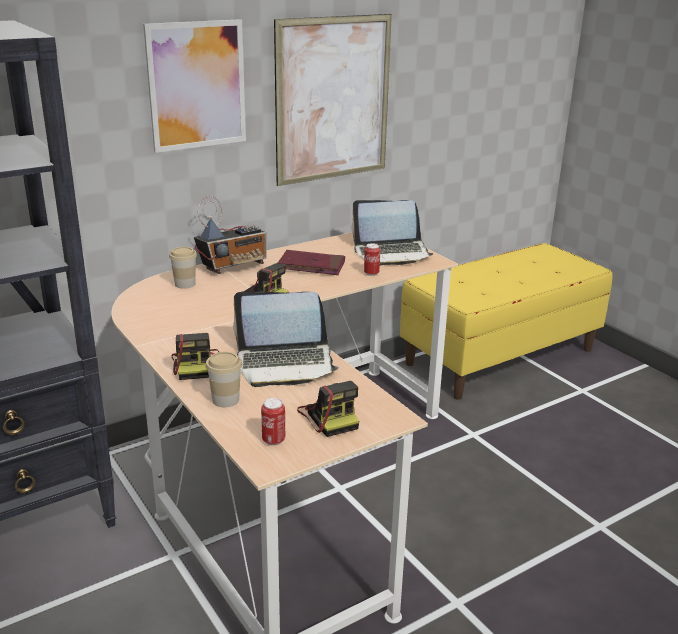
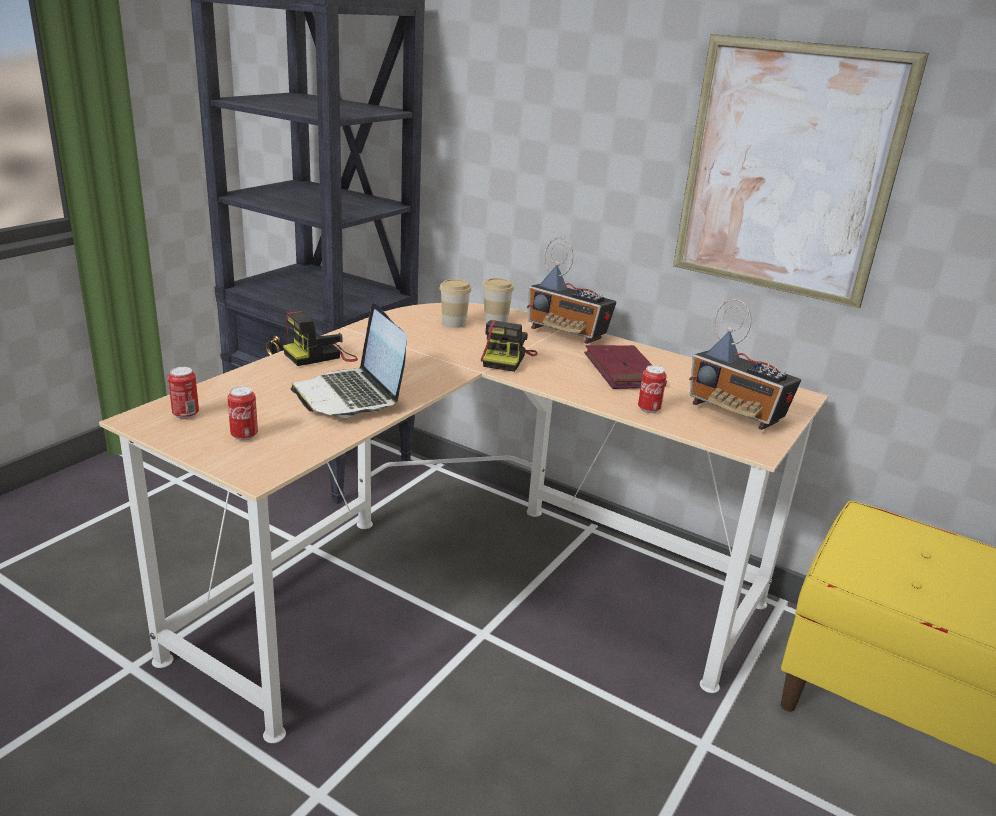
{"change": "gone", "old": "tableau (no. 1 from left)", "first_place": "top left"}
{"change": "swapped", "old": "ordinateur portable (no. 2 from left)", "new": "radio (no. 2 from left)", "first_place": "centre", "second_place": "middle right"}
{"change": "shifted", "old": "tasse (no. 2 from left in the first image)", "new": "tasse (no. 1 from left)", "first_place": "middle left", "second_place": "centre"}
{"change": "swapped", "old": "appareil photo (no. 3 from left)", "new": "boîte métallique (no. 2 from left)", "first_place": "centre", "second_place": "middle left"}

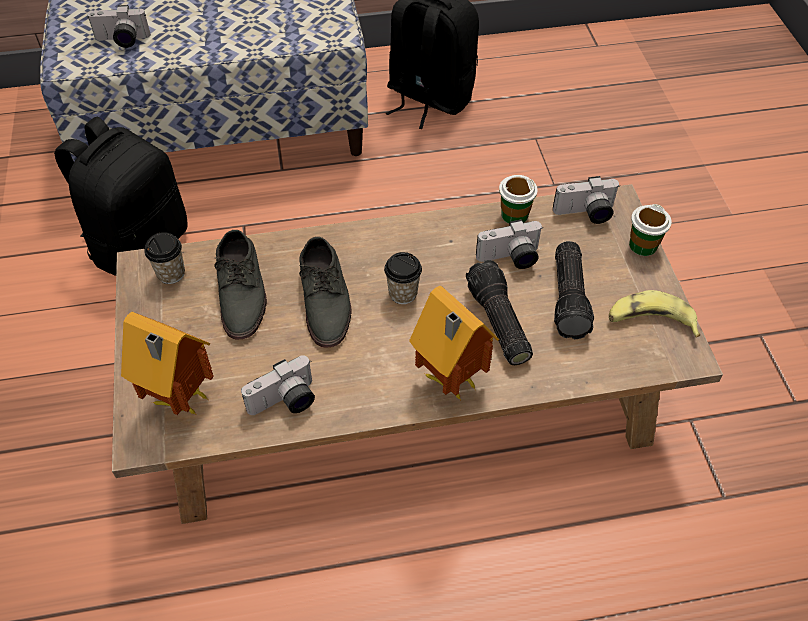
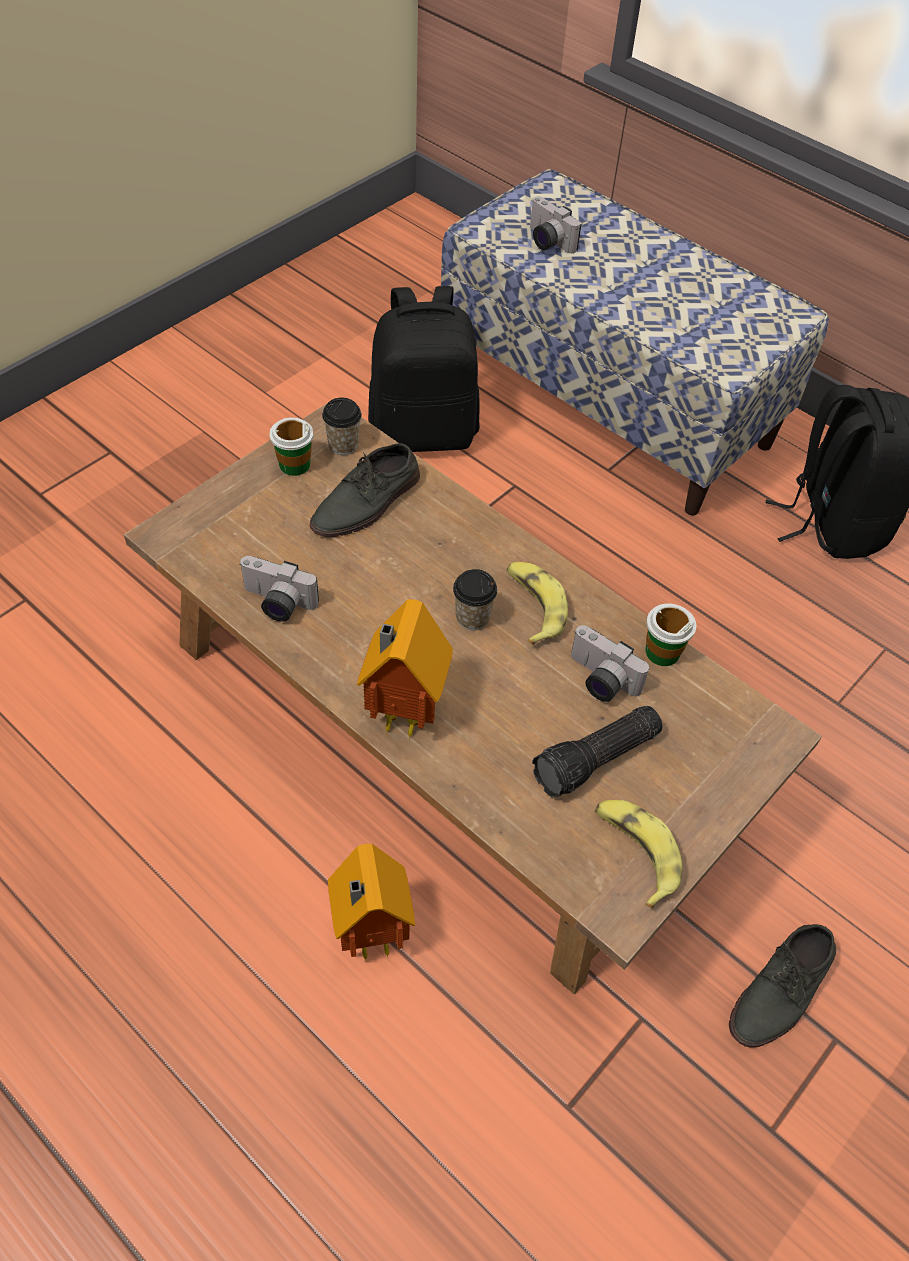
{"change": "gone", "old": "appareil photo (no. 4 from left)", "first_place": "top right"}
{"change": "shifted", "old": "tasse (no. 4 from left in the first image)", "new": "tasse (no. 1 from left)", "first_place": "middle right", "second_place": "middle left"}
{"change": "shifted", "old": "chaussure/gris (no. 2 from left)", "first_place": "centre", "second_place": "bottom right"}
{"change": "gone", "old": "lampe de poche (no. 1 from left)", "first_place": "centre"}
{"change": "shifted", "old": "maison miniature (no. 1 from left)", "first_place": "middle left", "second_place": "bottom centre"}
{"change": "new", "new": "banane (no. 1 from left)", "second_place": "centre"}

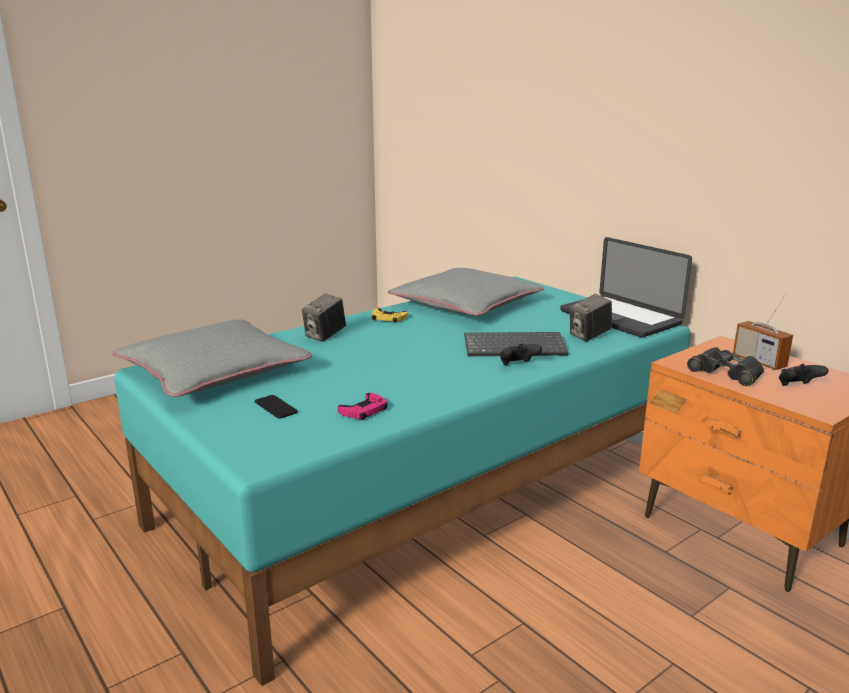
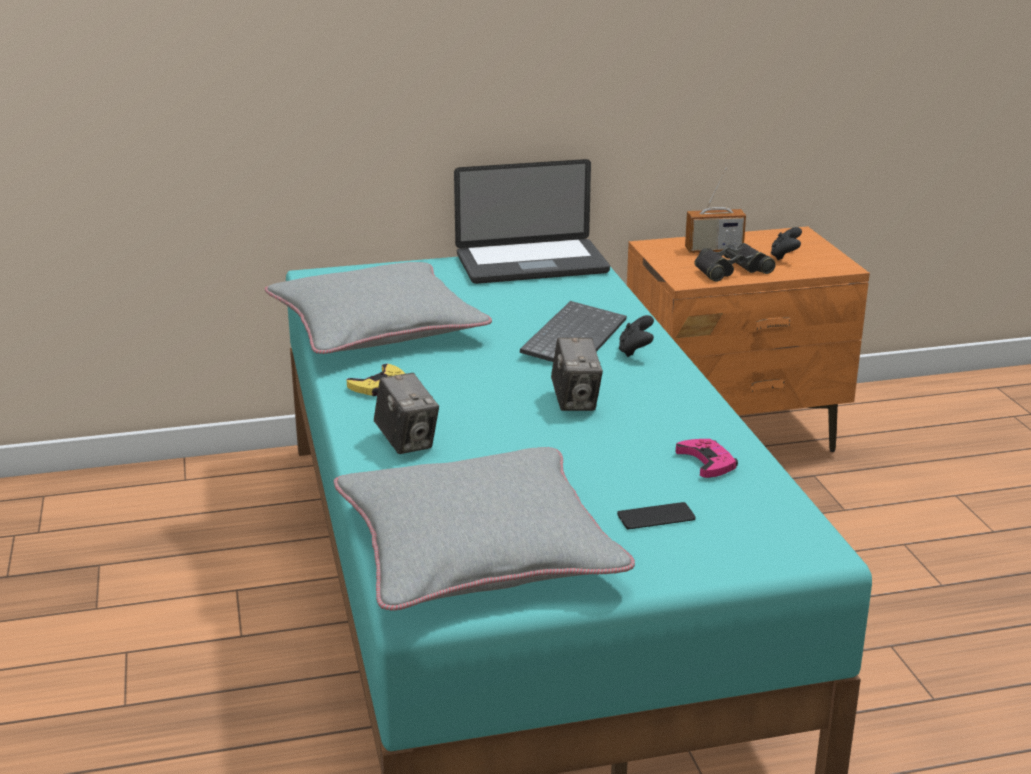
{"change": "shifted", "old": "appareil photo (no. 2 from left)", "first_place": "middle right", "second_place": "centre"}

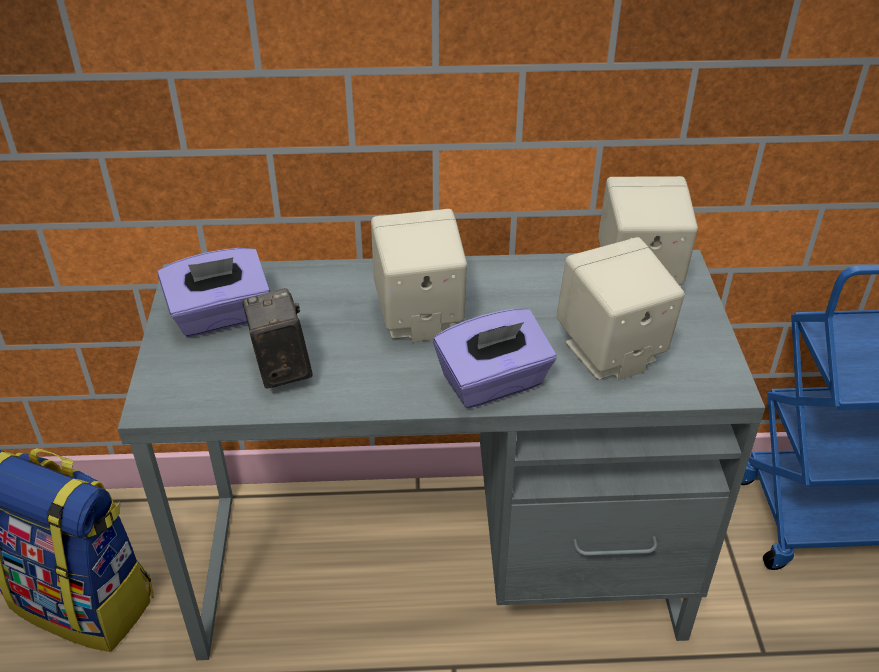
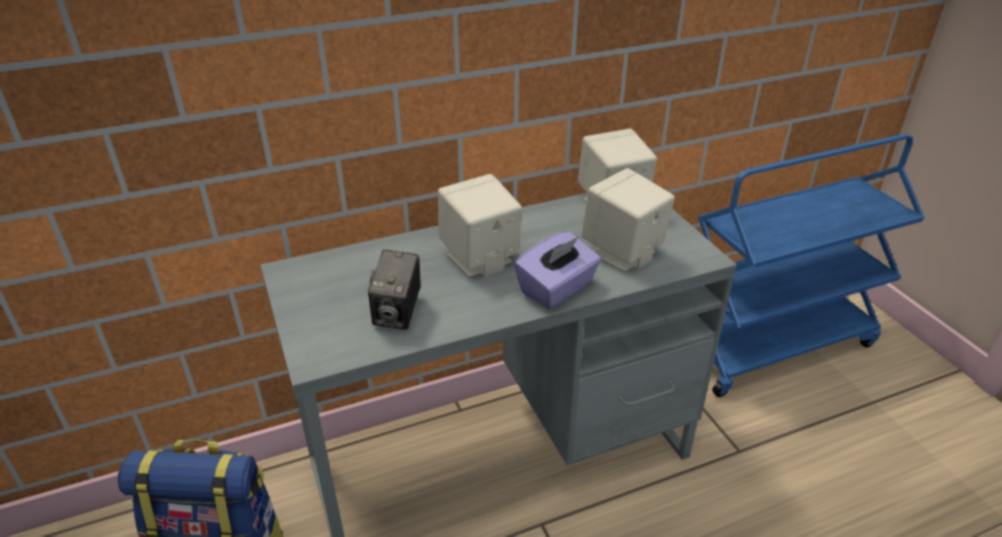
{"change": "gone", "old": "boîte à mouchoirs/violet (no. 1 from left)", "first_place": "middle left"}
{"change": "rotated", "old": "appareil photo", "first_place": "middle left", "second_place": "centre", "degrees": -135}

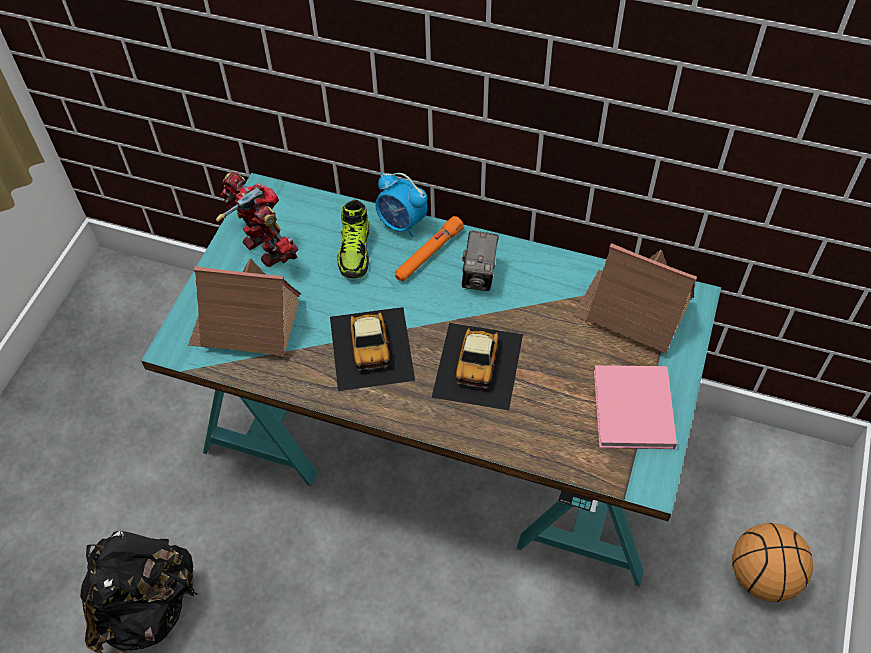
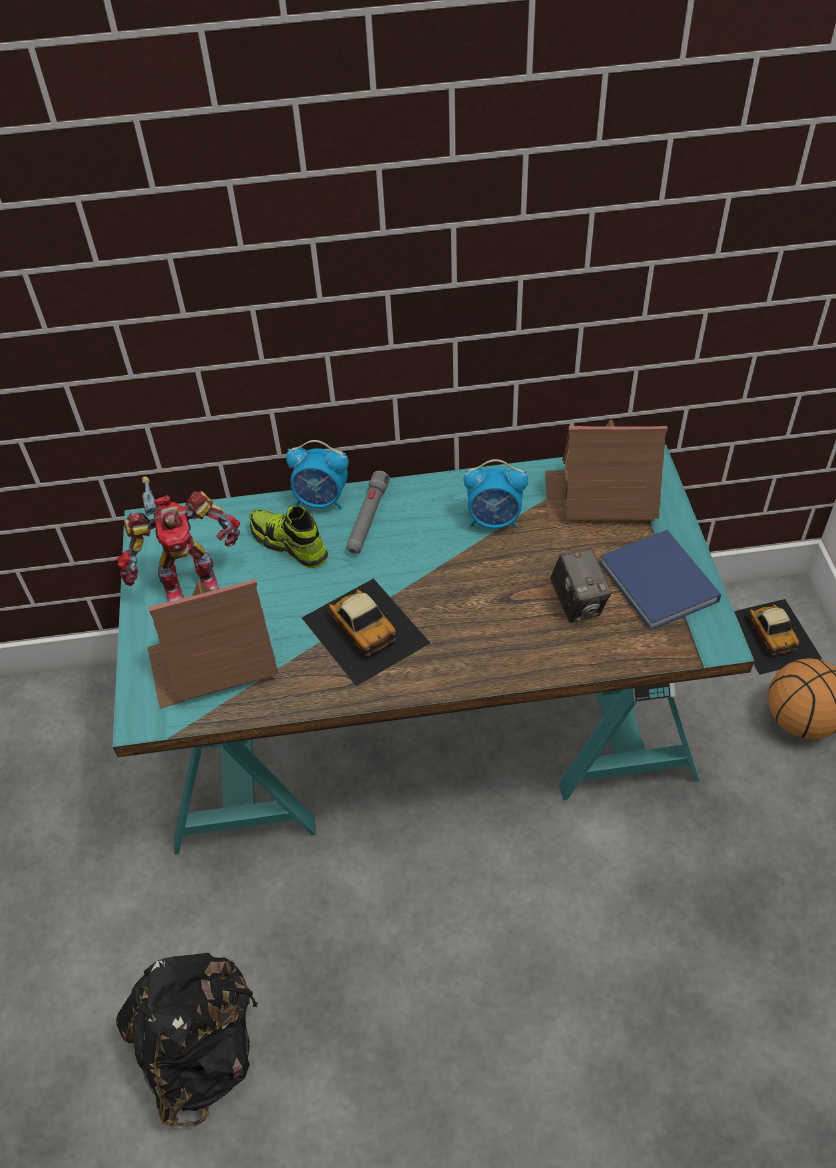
{"change": "rotated", "old": "robot jouet", "first_place": "middle left", "second_place": "middle left", "degrees": 135}
{"change": "rotated", "old": "chaussure", "first_place": "centre", "second_place": "centre", "degrees": 150}
{"change": "repainted", "old": "lampe de poche/orange", "new": "lampe de poche/gris", "first_place": "centre", "second_place": "centre"}
{"change": "shifted", "old": "appareil photo", "first_place": "centre", "second_place": "middle right"}
{"change": "shifted", "old": "petite voiture (no. 2 from left)", "first_place": "centre", "second_place": "middle right"}
{"change": "repainted", "old": "livre/rose", "new": "livre/bleu", "first_place": "middle right", "second_place": "middle right"}
{"change": "new", "new": "réveil (no. 2 from left)", "second_place": "centre"}

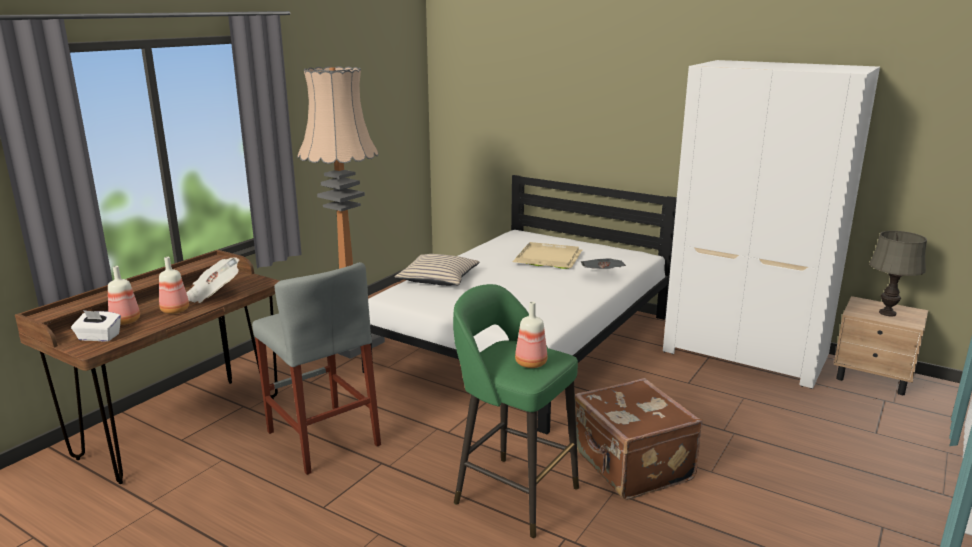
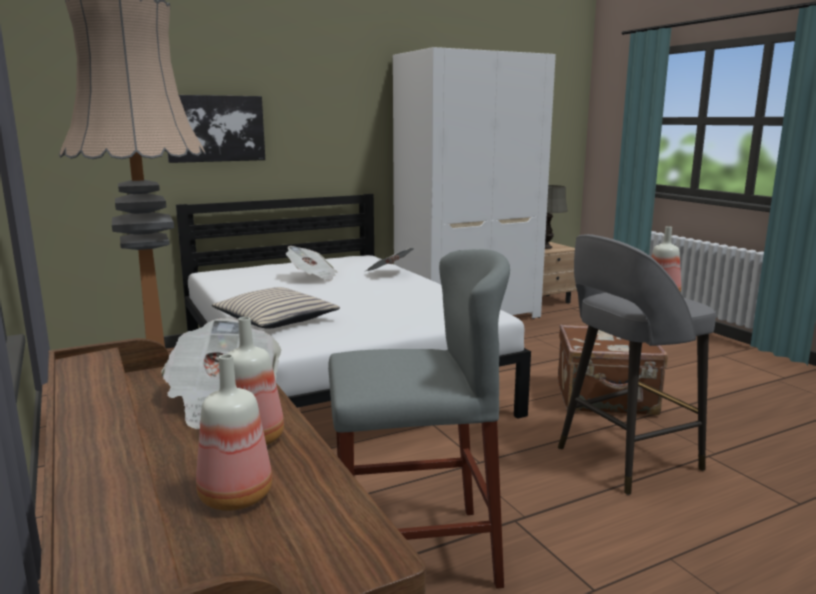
{"change": "swapped", "old": "plateau/beige", "new": "journal (no. 2 from left)", "first_place": "centre", "second_place": "centre"}
{"change": "repainted", "old": "tabouret/vert", "new": "tabouret/gris (no. 2 from left)", "first_place": "bottom centre", "second_place": "middle right"}
{"change": "gone", "old": "boîte à mouchoirs/blanc", "first_place": "middle left"}
{"change": "new", "new": "tableau", "second_place": "top left"}

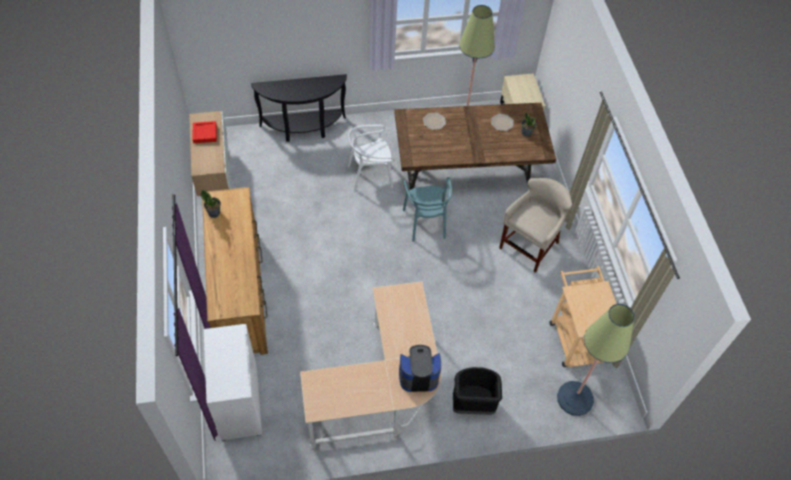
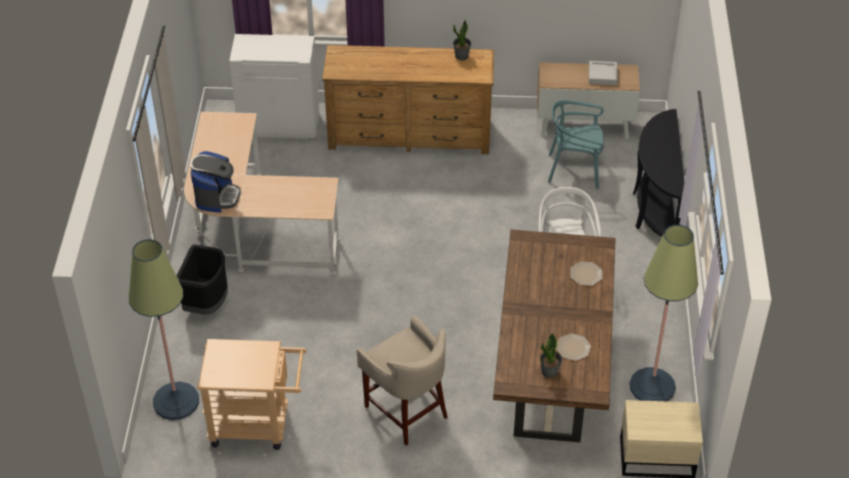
{"change": "repainted", "old": "plateau/rouge", "new": "plateau/gris", "first_place": "top left", "second_place": "top right"}
{"change": "shifted", "old": "chaise/turquoise", "first_place": "centre", "second_place": "top right"}

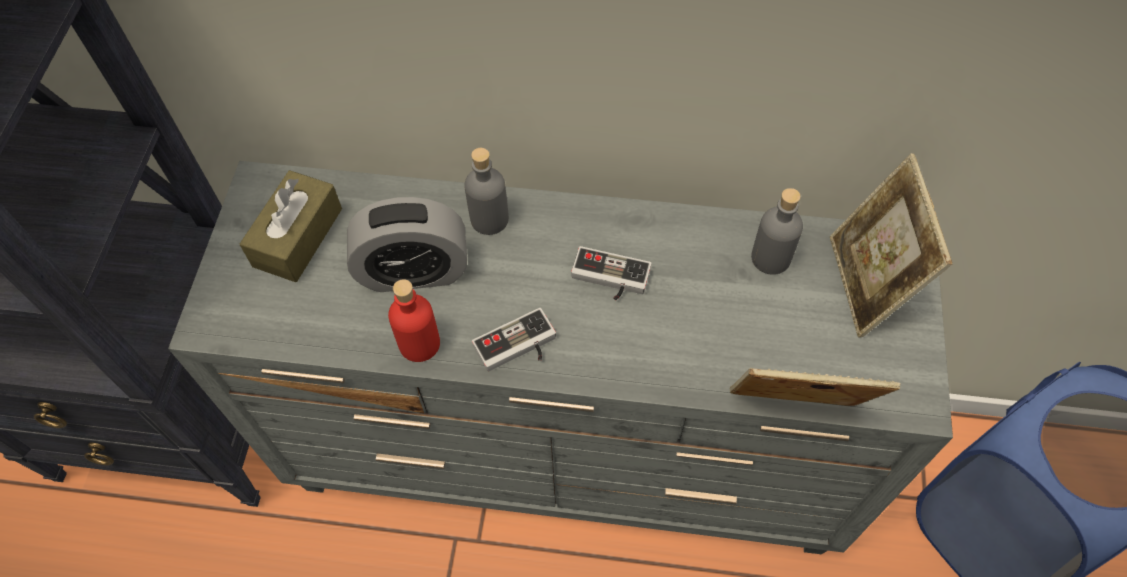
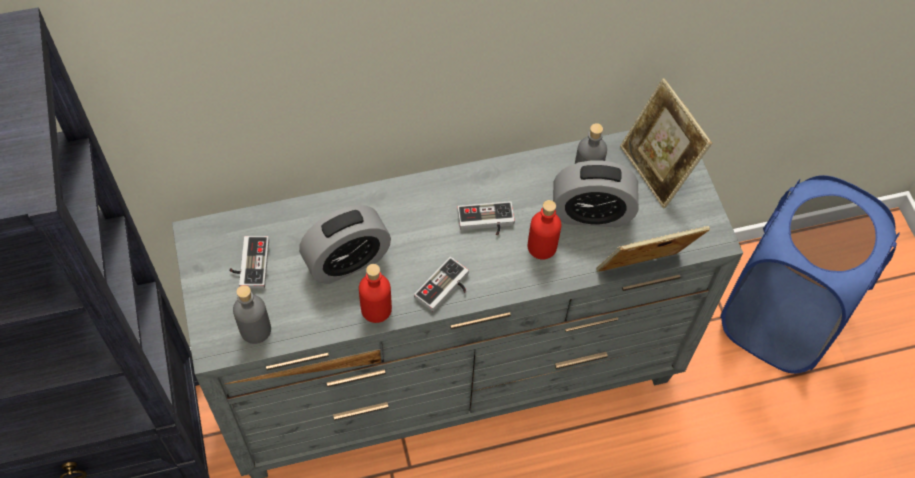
{"change": "shifted", "old": "bouteille/gris (no. 1 from left)", "first_place": "top centre", "second_place": "middle left"}
{"change": "swapped", "old": "boîte à mouchoirs/marron", "new": "manette (no. 1 from left)", "first_place": "middle left", "second_place": "middle left"}
{"change": "new", "new": "réveil (no. 2 from left)", "second_place": "centre"}
{"change": "new", "new": "bouteille/rouge (no. 2 from left)", "second_place": "centre"}

